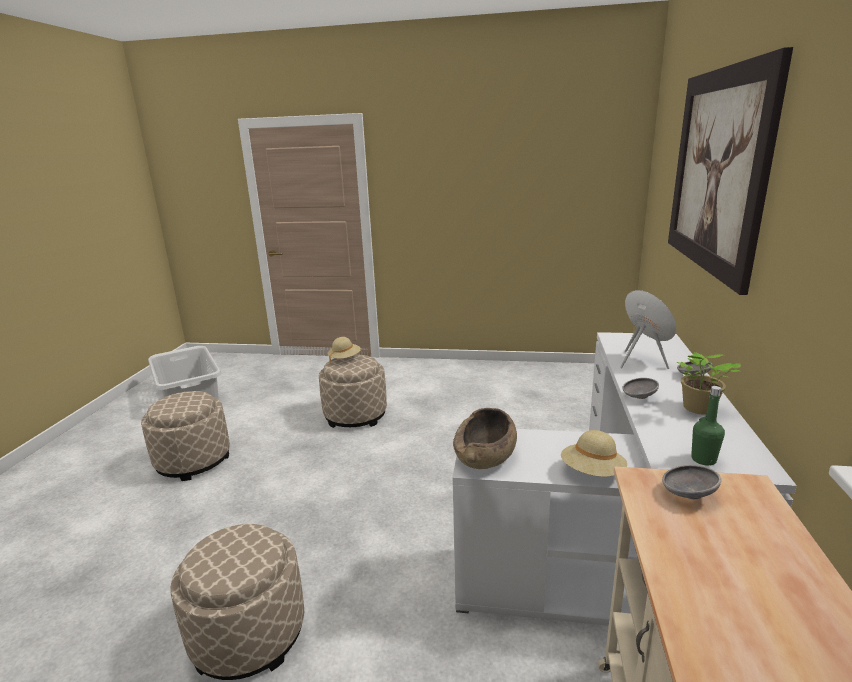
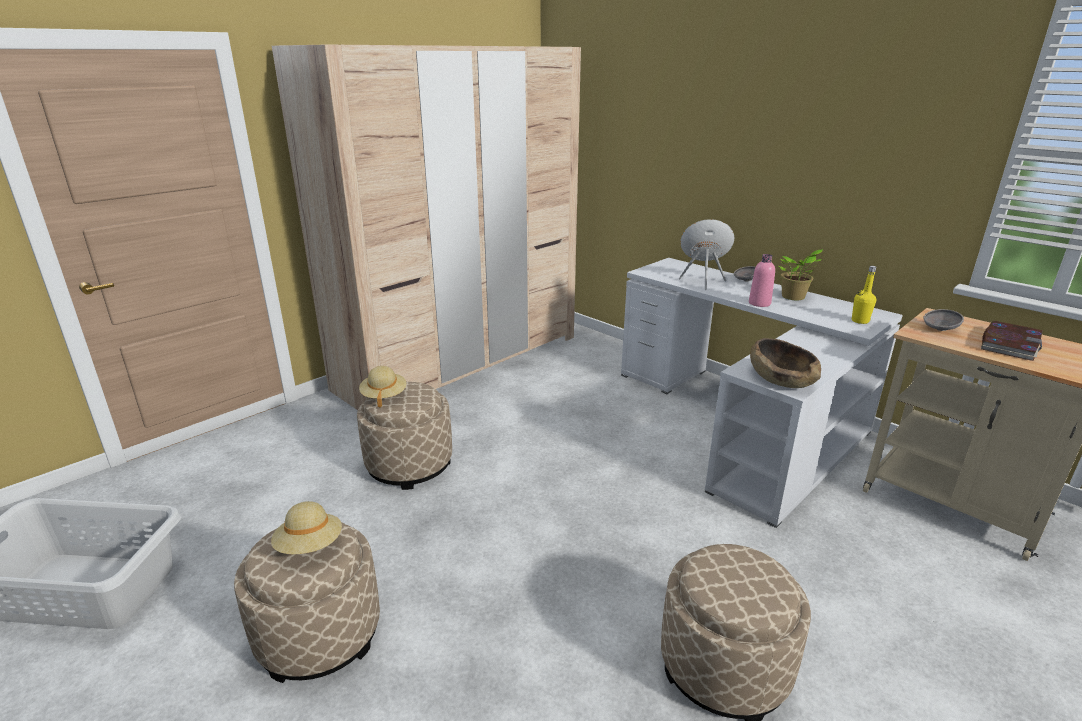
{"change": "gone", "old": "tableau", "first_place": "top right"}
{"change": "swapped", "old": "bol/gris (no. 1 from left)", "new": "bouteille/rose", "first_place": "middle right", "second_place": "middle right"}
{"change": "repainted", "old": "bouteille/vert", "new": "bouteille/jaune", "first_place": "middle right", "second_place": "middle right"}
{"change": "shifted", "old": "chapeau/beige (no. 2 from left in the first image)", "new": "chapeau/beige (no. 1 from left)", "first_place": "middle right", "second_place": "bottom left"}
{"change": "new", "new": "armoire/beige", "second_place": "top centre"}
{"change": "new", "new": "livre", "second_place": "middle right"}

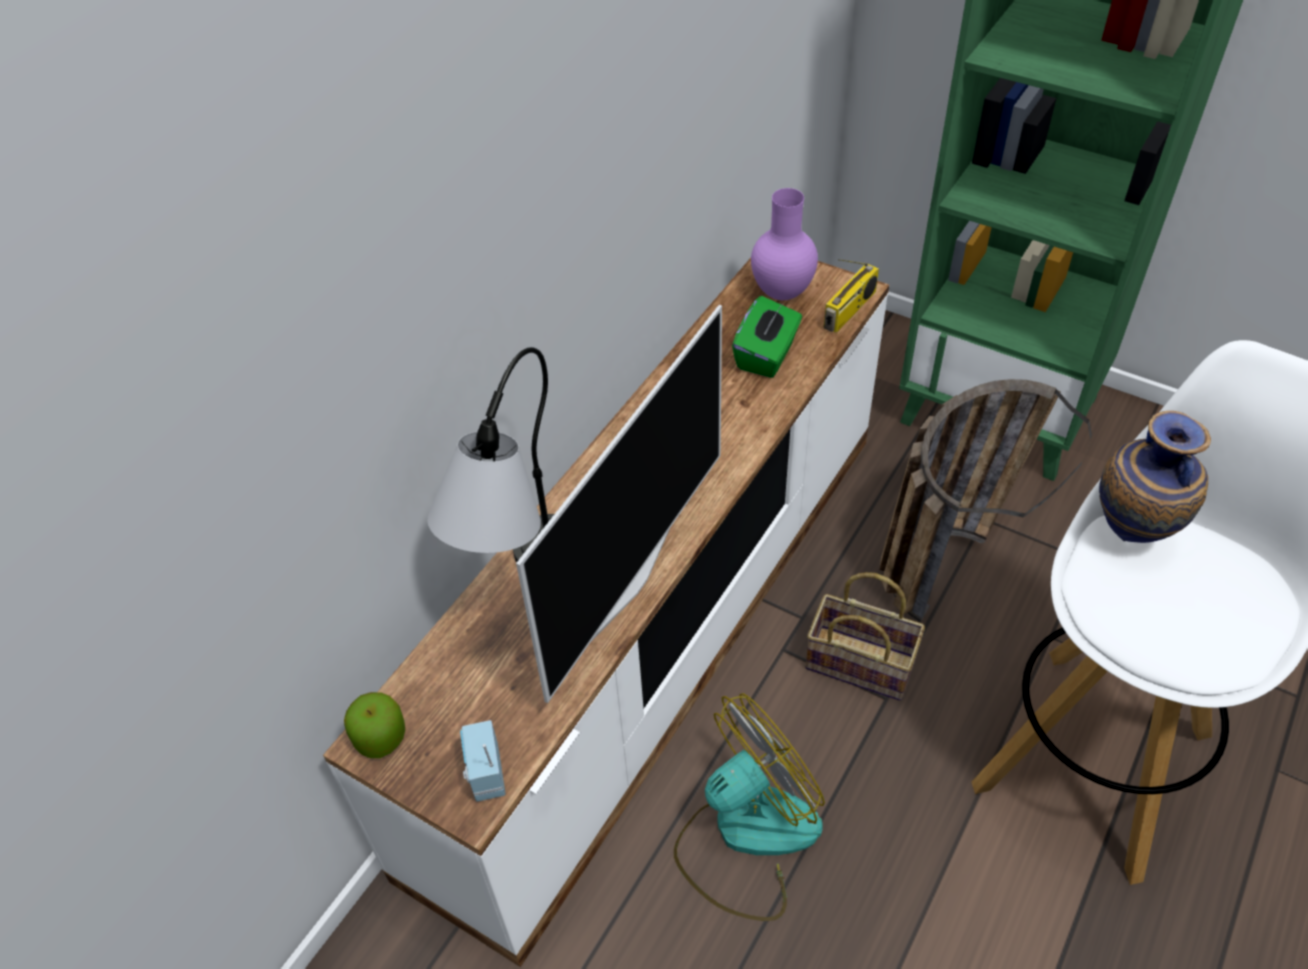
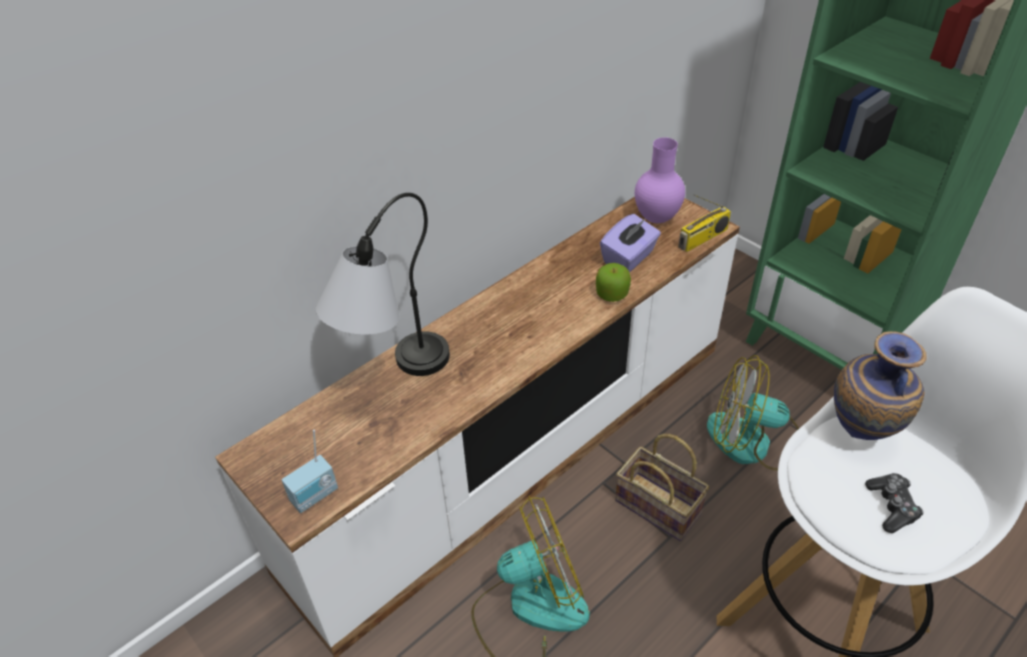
{"change": "repainted", "old": "boîte à mouchoirs/vert", "new": "boîte à mouchoirs/violet", "first_place": "centre", "second_place": "centre"}
{"change": "gone", "old": "téléviseur", "first_place": "centre"}
{"change": "swapped", "old": "panier (no. 2 from left)", "new": "ventilateur (no. 2 from left)", "first_place": "middle right", "second_place": "middle right"}
{"change": "shifted", "old": "pomme", "first_place": "bottom left", "second_place": "centre"}
{"change": "rotated", "old": "radio (no. 1 from left)", "first_place": "bottom centre", "second_place": "bottom left", "degrees": -135}
{"change": "new", "new": "manette", "second_place": "bottom right"}

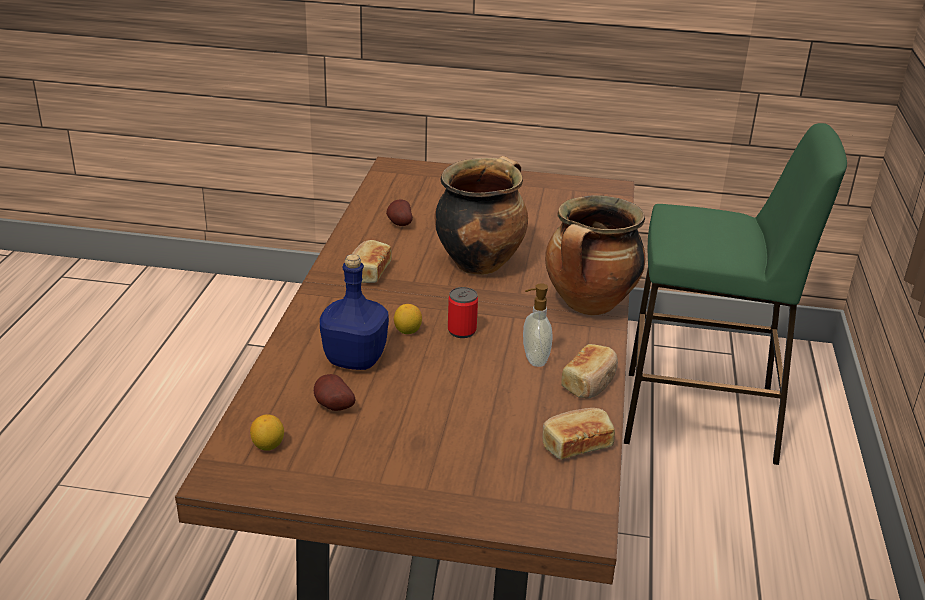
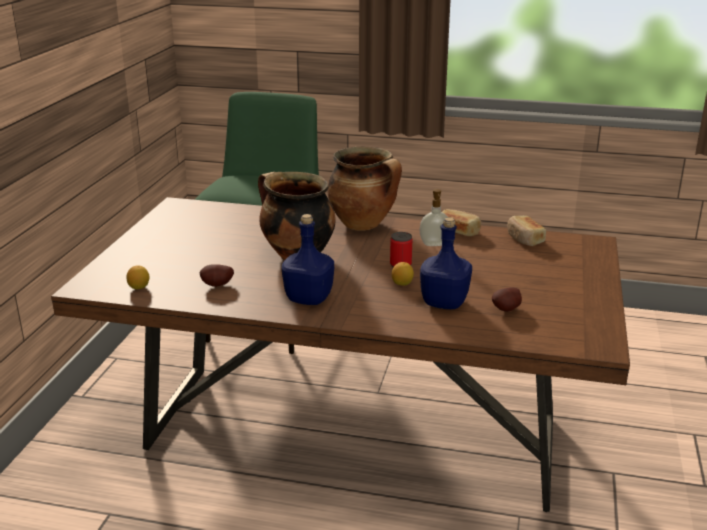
{"change": "swapped", "old": "pain (no. 1 from left)", "new": "bouteille/bleu (no. 1 from left)", "first_place": "centre", "second_place": "centre"}
{"change": "shifted", "old": "citron (no. 1 from left)", "first_place": "bottom left", "second_place": "middle left"}

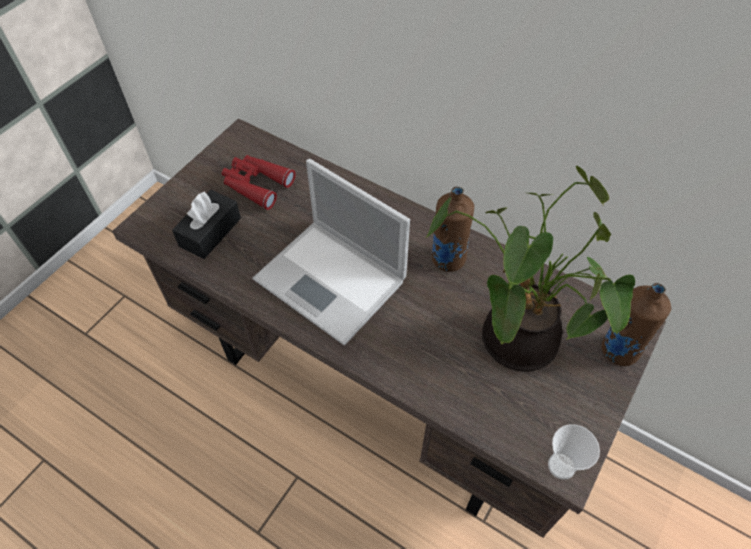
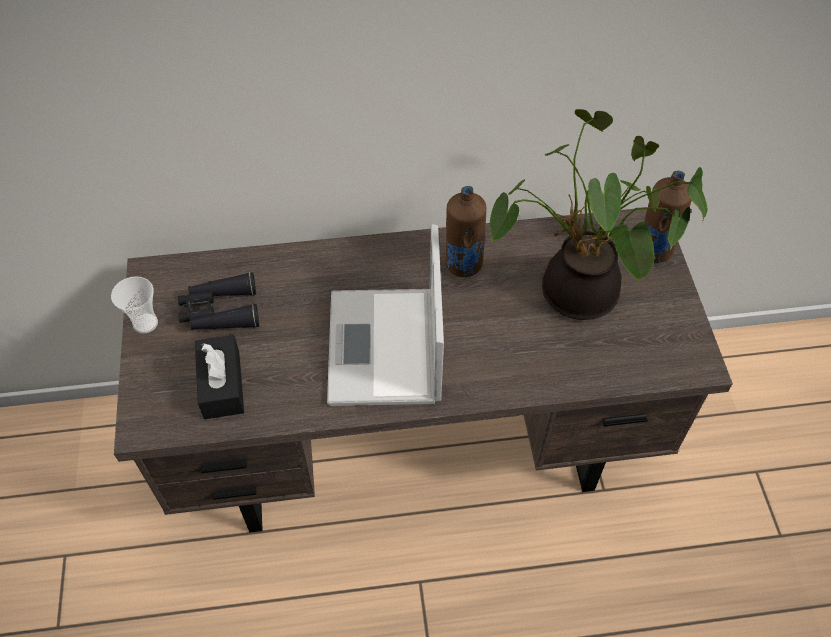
{"change": "repainted", "old": "jumelles/rouge", "new": "jumelles/noir", "first_place": "top centre", "second_place": "middle left"}
{"change": "rotated", "old": "ordinateur portable", "first_place": "centre", "second_place": "centre", "degrees": 90}
{"change": "shifted", "old": "tasse", "first_place": "bottom right", "second_place": "middle left"}

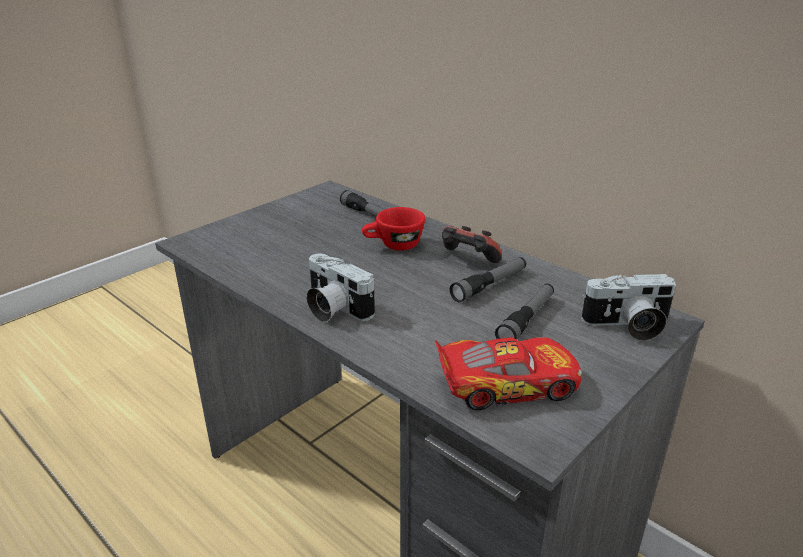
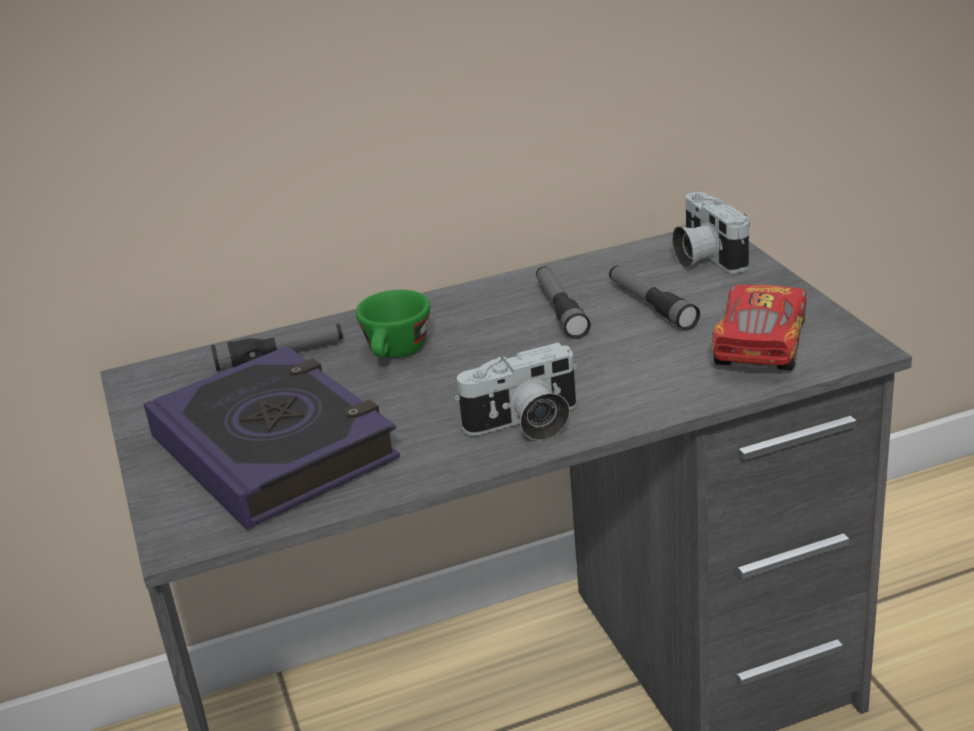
{"change": "repainted", "old": "tasse/rouge", "new": "tasse/vert", "first_place": "centre", "second_place": "centre"}
{"change": "gone", "old": "manette", "first_place": "centre"}
{"change": "rotated", "old": "appareil photo (no. 2 from left)", "first_place": "middle right", "second_place": "top right", "degrees": 135}
{"change": "new", "new": "livre", "second_place": "middle left"}

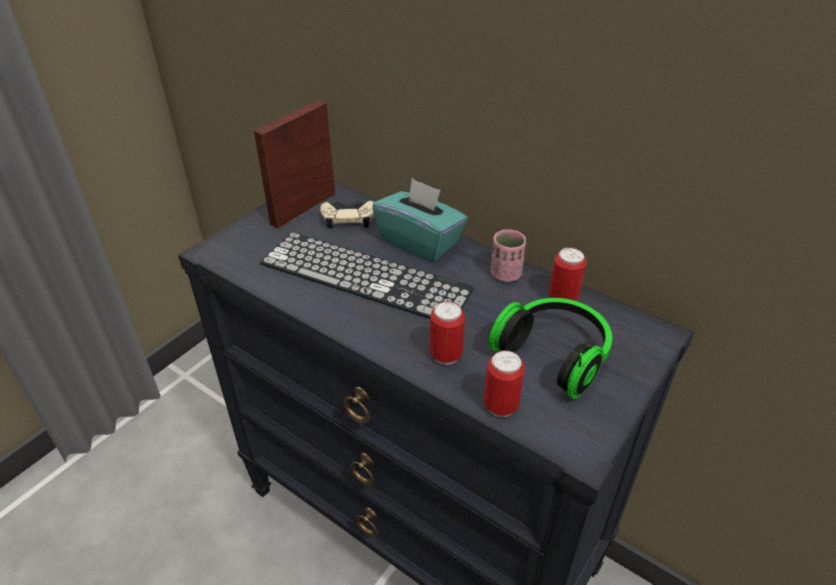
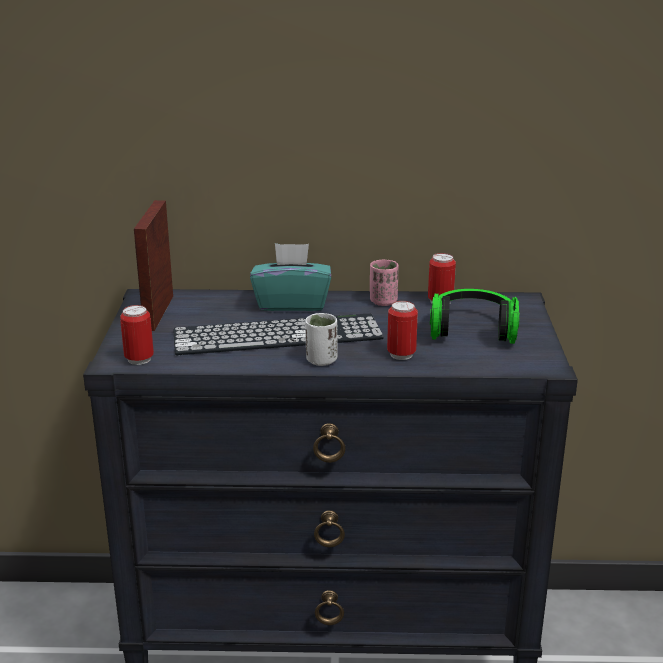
{"change": "gone", "old": "manette/beige", "first_place": "centre"}
{"change": "shifted", "old": "boîte métallique (no. 2 from left in the first image)", "new": "boîte métallique (no. 1 from left)", "first_place": "centre", "second_place": "middle left"}
{"change": "new", "new": "tasse/blanc", "second_place": "centre"}

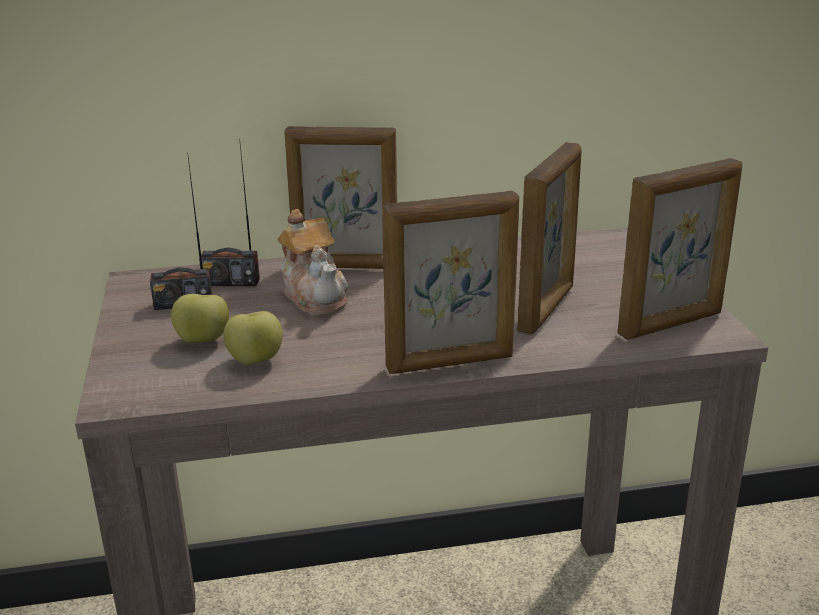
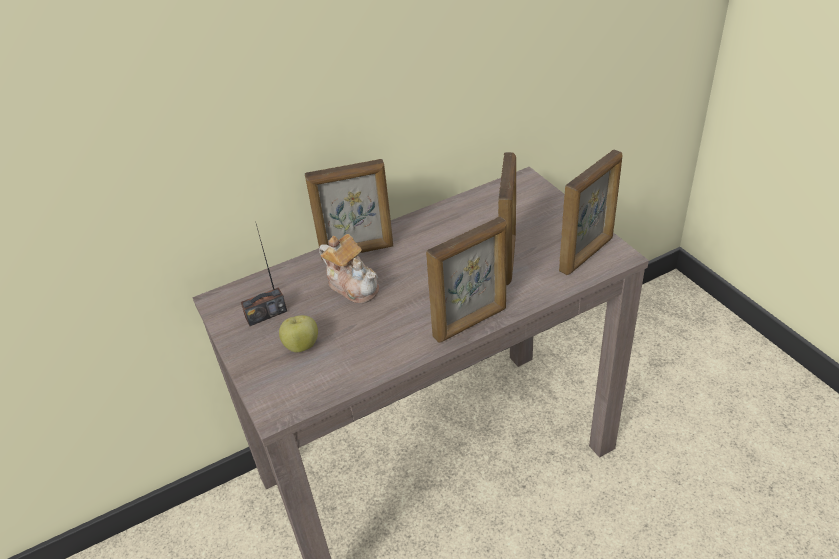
{"change": "gone", "old": "radio (no. 2 from left)", "first_place": "middle left"}
{"change": "gone", "old": "pomme (no. 2 from left)", "first_place": "middle left"}

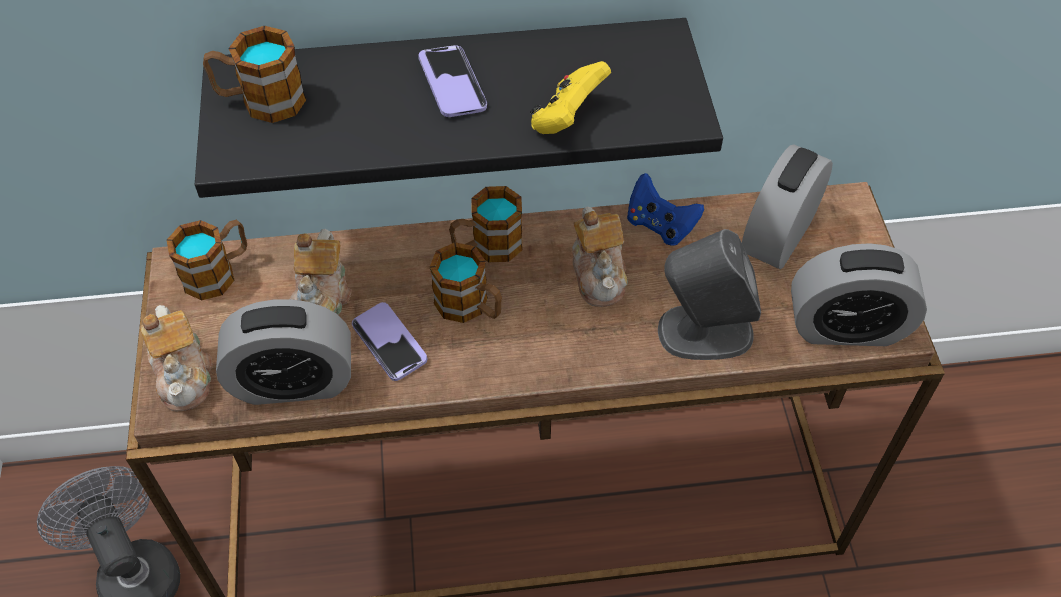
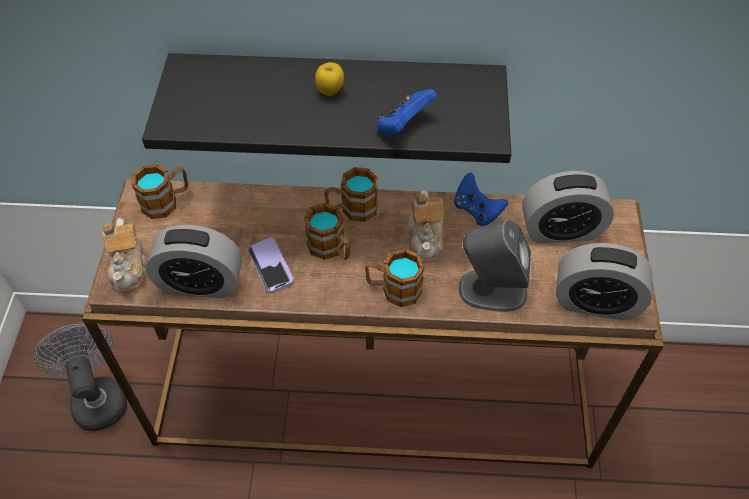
{"change": "shifted", "old": "mug (no. 2 from left in the first image)", "new": "mug (no. 4 from left)", "first_place": "top left", "second_place": "centre"}
{"change": "swapped", "old": "téléphone (no. 2 from left)", "new": "pomme", "first_place": "top centre", "second_place": "top centre"}
{"change": "repainted", "old": "manette/jaune", "new": "manette/bleu (no. 1 from left)", "first_place": "top centre", "second_place": "top centre"}
{"change": "rotated", "old": "réveil (no. 2 from left)", "first_place": "middle right", "second_place": "middle right", "degrees": -135}
{"change": "gone", "old": "théière (no. 2 from left)", "first_place": "middle left"}

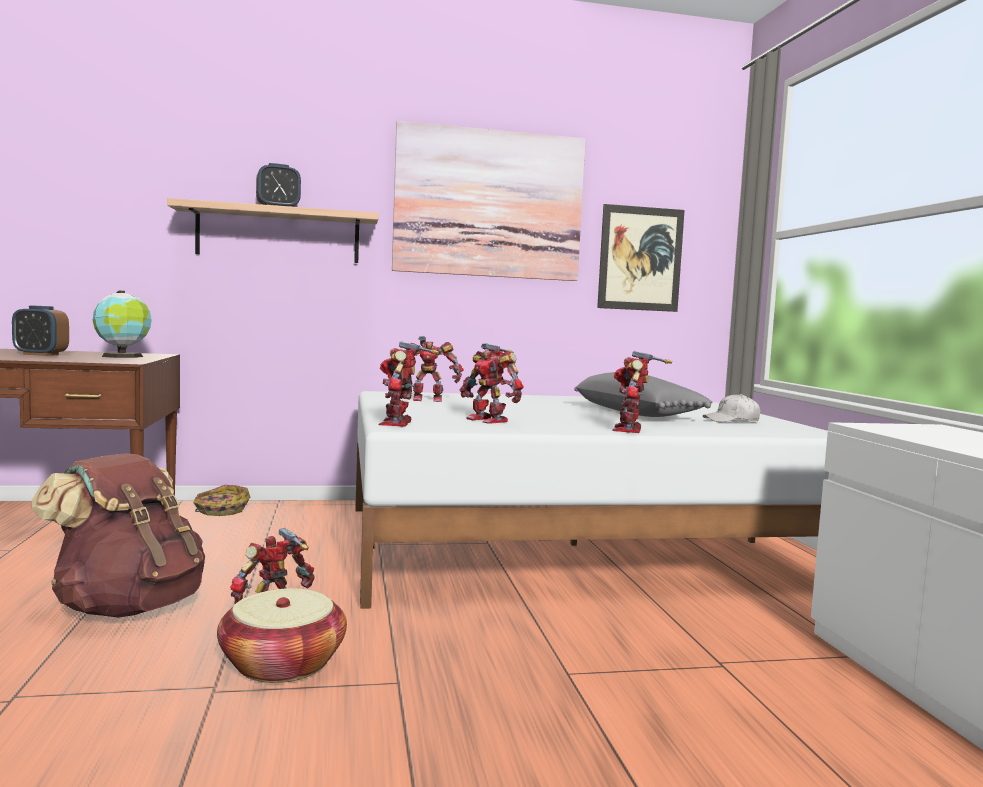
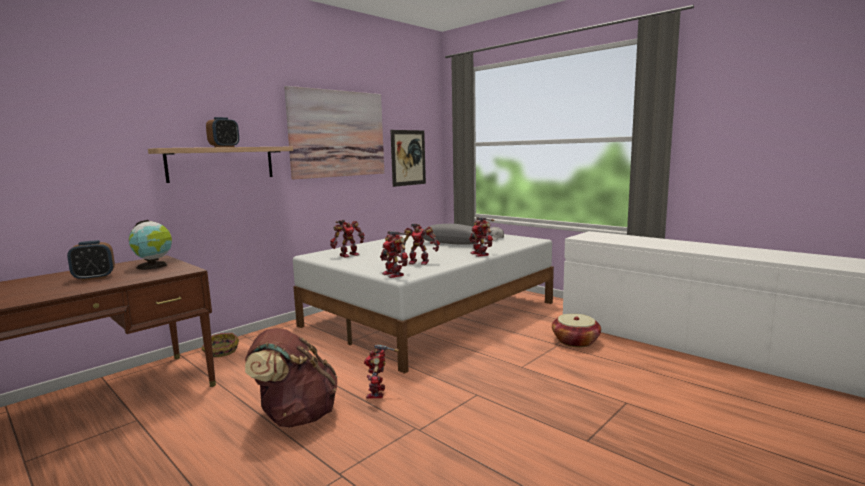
{"change": "shifted", "old": "panier (no. 2 from left)", "first_place": "bottom left", "second_place": "bottom centre"}

